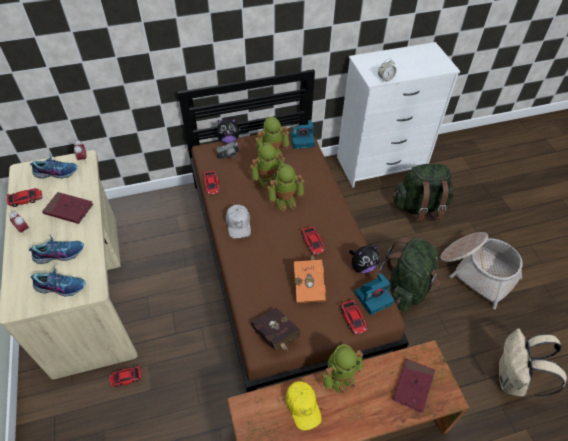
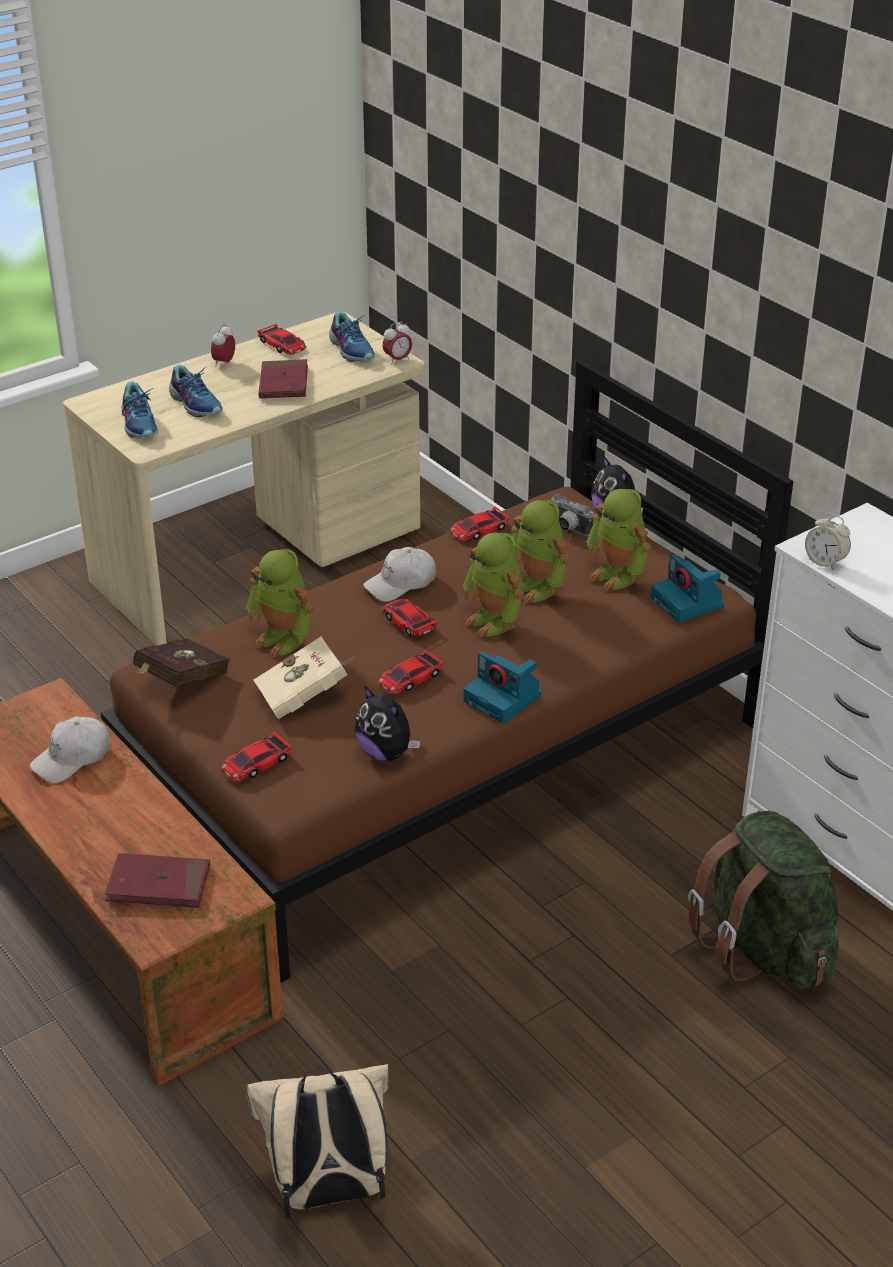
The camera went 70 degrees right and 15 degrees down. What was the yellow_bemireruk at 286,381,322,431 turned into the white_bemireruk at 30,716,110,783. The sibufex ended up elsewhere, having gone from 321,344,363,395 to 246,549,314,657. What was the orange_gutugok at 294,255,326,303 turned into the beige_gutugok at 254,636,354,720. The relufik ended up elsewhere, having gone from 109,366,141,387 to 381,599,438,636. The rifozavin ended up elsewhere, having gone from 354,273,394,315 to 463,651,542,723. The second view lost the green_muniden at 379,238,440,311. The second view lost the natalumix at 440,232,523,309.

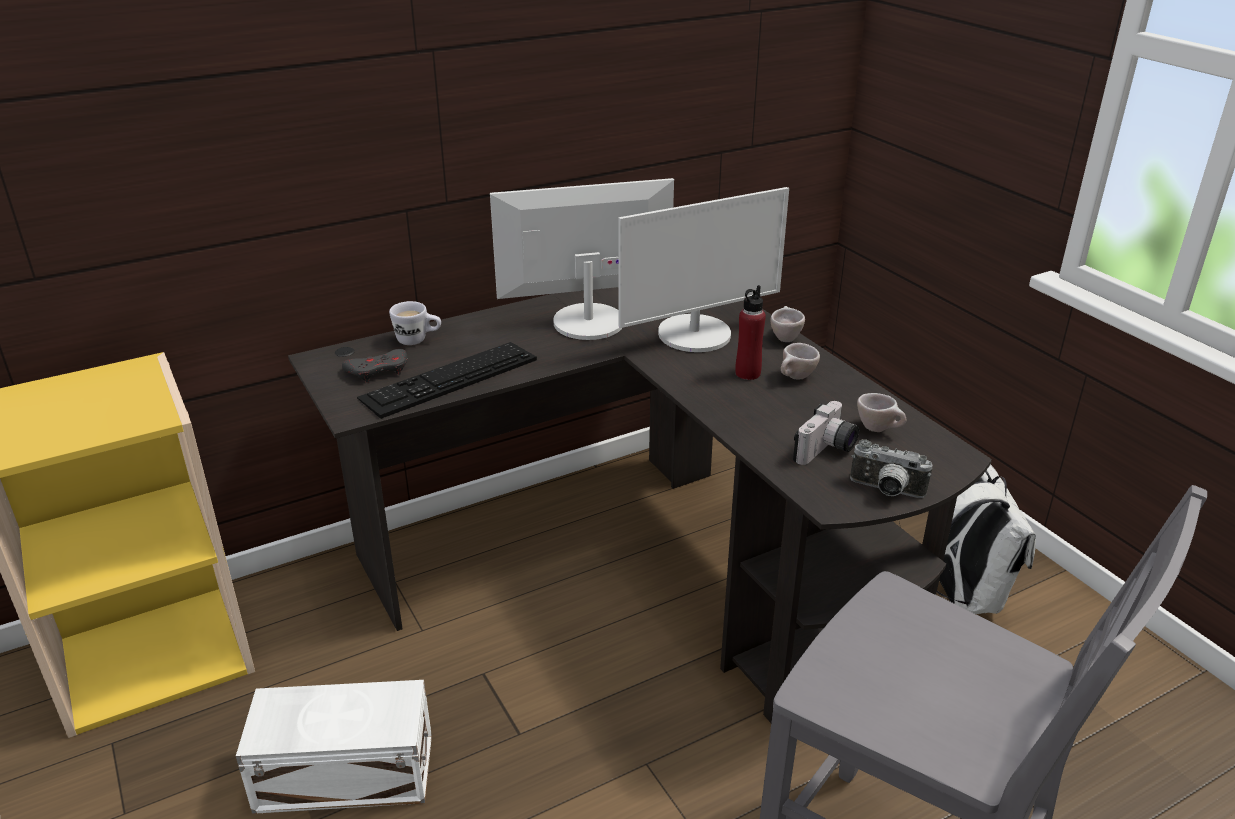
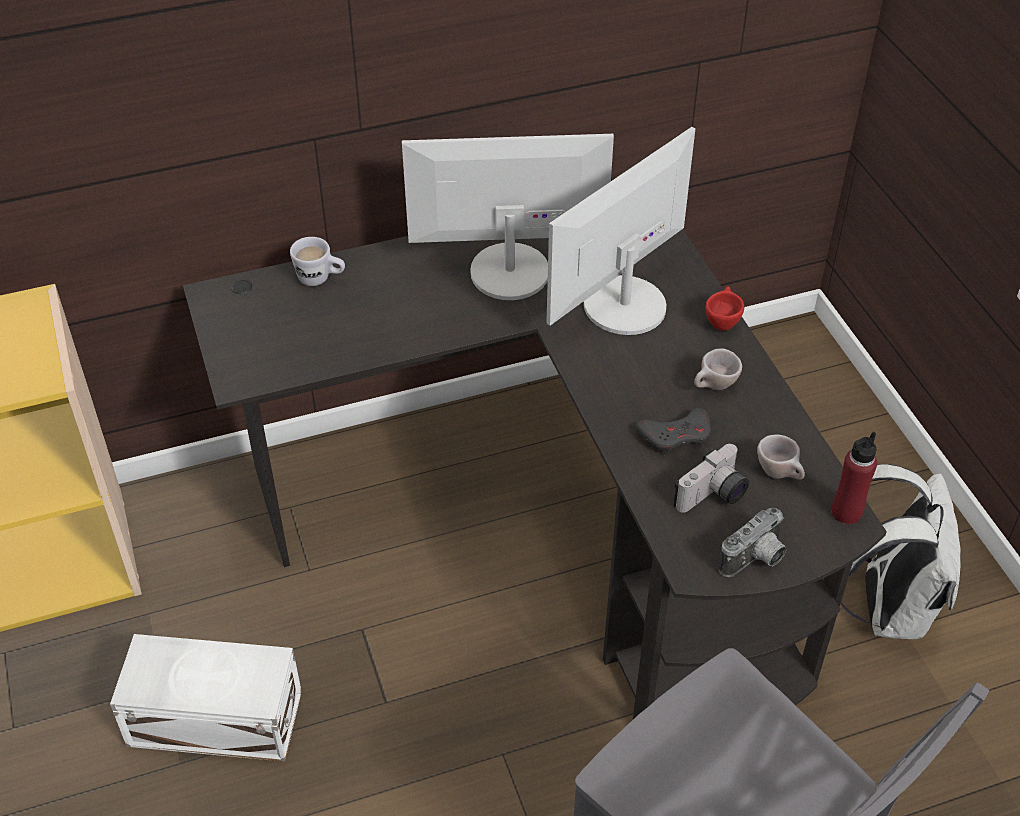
The camera went 10 degrees right and 15 degrees up. The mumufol at 619,187,789,352 ended up facing another way, 150 degrees clockwise from before. The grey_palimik ended up elsewhere, having gone from 342,349,407,383 to 635,408,711,455. What was the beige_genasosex at 771,306,805,342 turned into the red_genasosex at 705,286,744,331. The rifozavin at 850,439,933,498 ended up facing another way, 75 degrees counterclockwise from before. The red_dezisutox ended up elsewhere, having gone from 735,285,766,380 to 831,432,877,524. The second view lost the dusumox at 357,342,537,419.

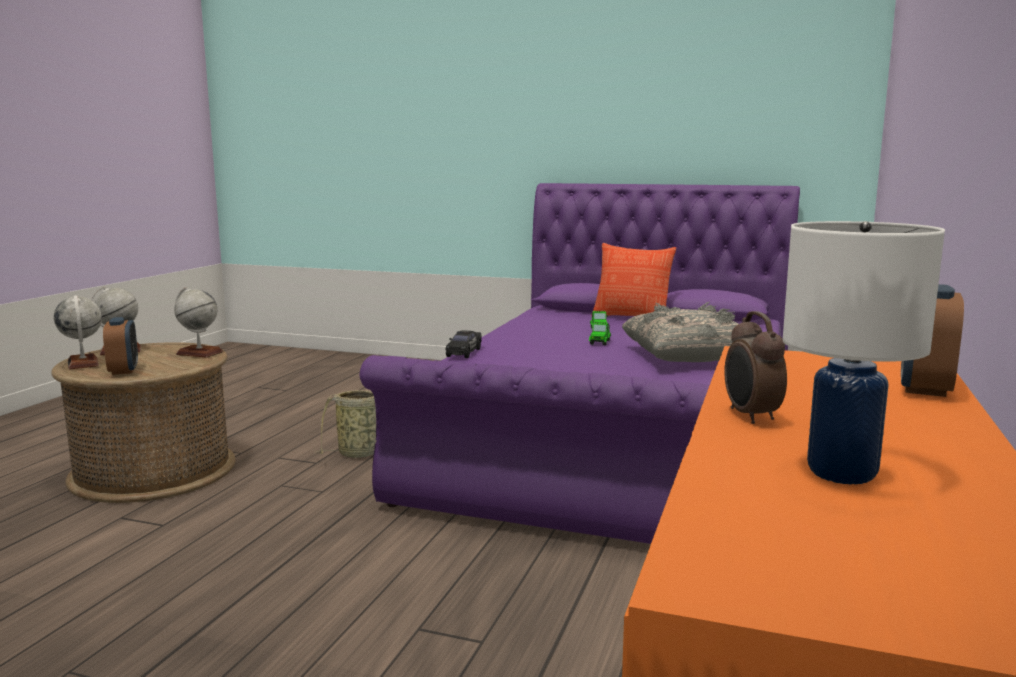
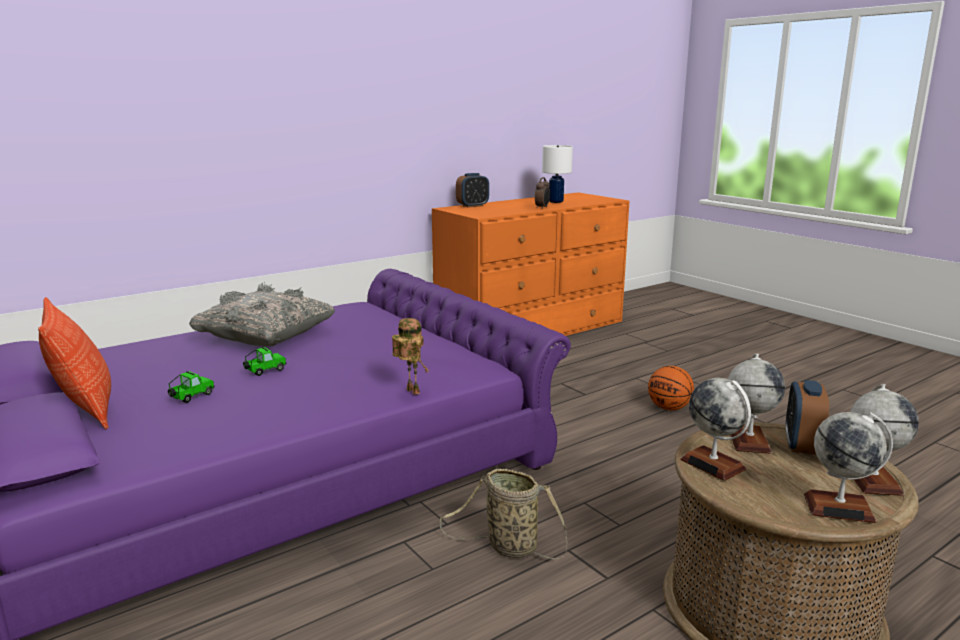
The camera went 145 degrees left and 5 degrees up. Where the black_relufik stood at 446,330,482,358, the sibufex came to stand at 392,318,429,395. The second view gained the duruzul at 648,366,694,410. The second view gained the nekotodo at 728,354,785,454.

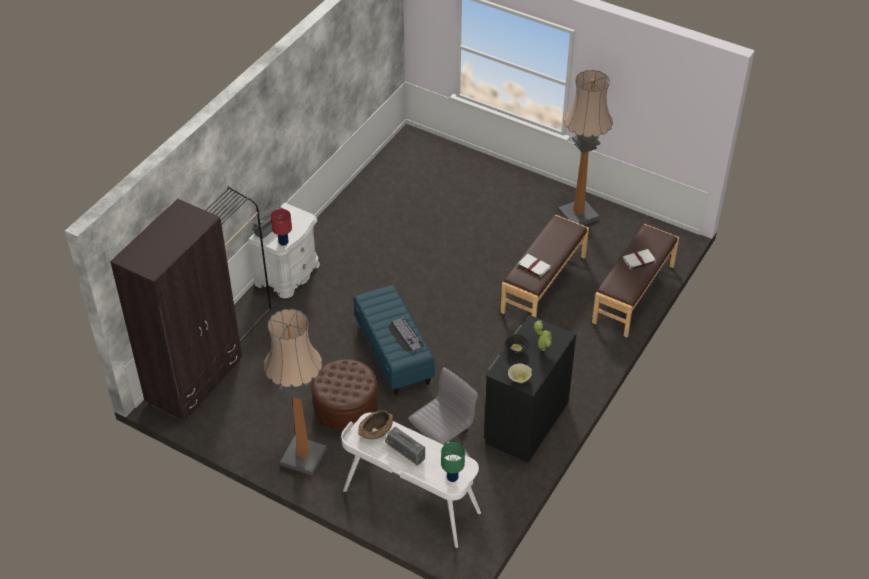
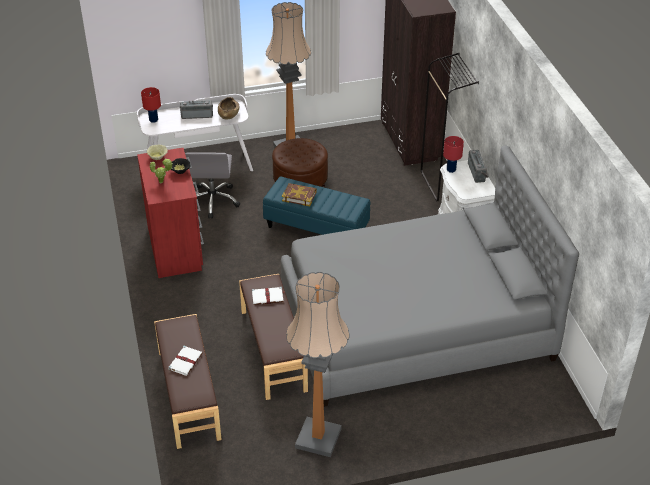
The camera went 135 degrees right and 5 degrees down. What was the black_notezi at 484,315,576,463 turned into the red_notezi at 137,148,204,278. What was the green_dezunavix at 441,442,465,482 turned into the red_dezunavix at 141,87,161,123. The second view gained the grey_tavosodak at 281,145,579,407. Where the dusumox stood at 389,317,425,353, the gutugok came to stand at 282,183,317,206.

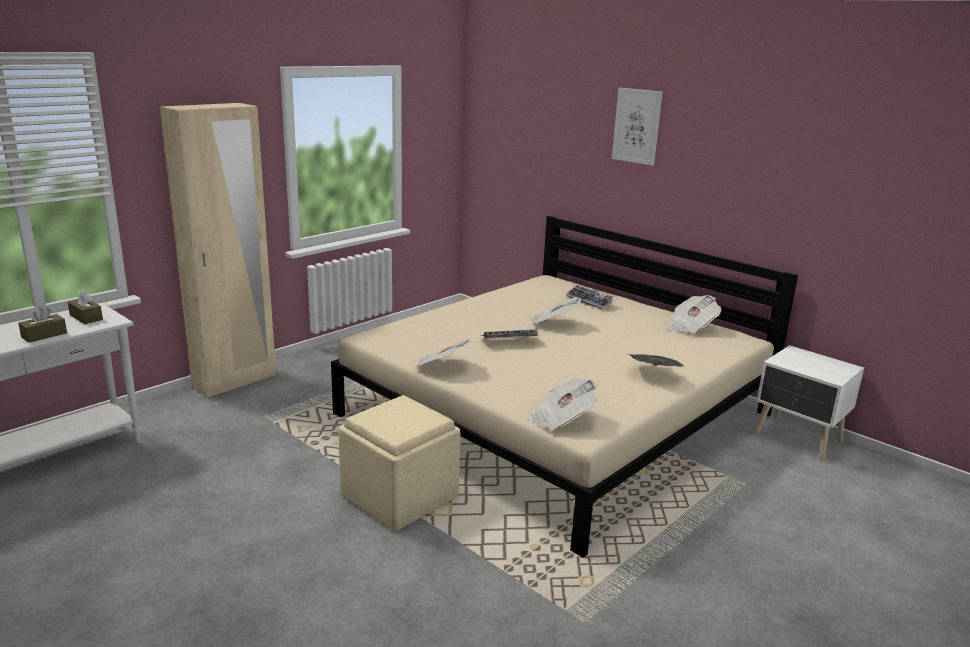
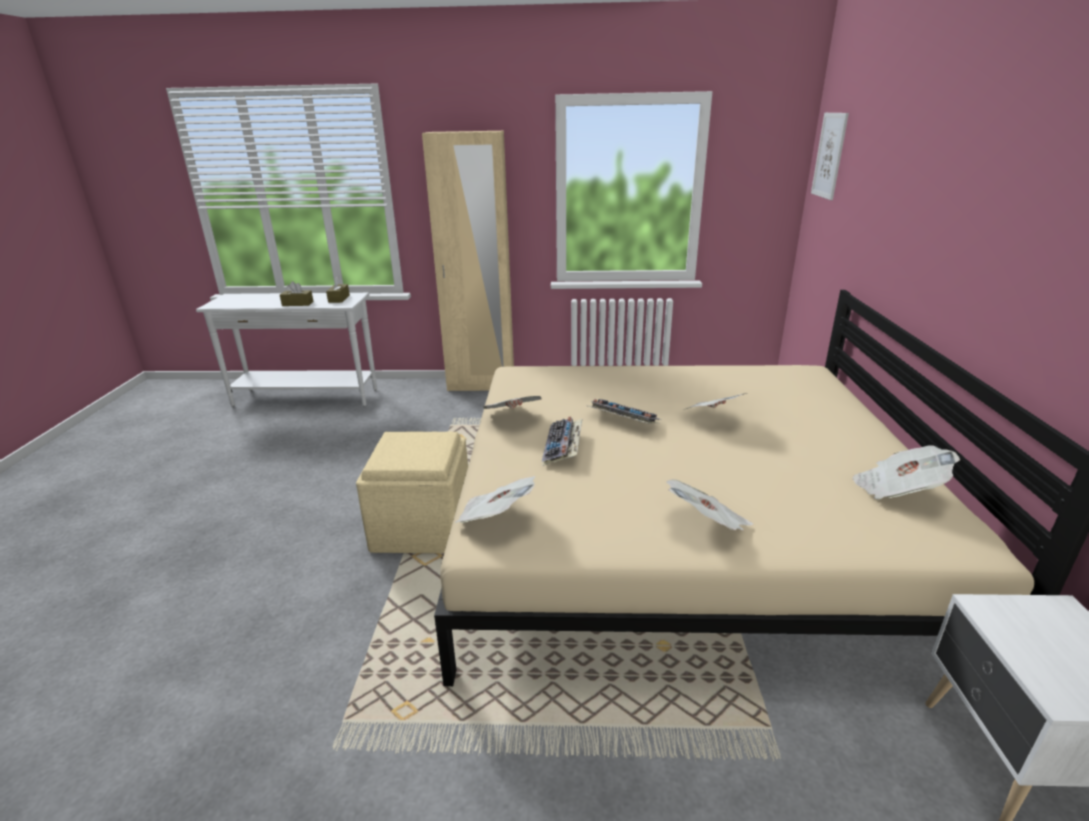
The camera went 50 degrees right and 5 degrees up. The dusumox ended up elsewhere, having gone from 565,285,617,311 to 542,417,582,466. The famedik ended up elsewhere, having gone from 612,88,662,166 to 811,113,849,200.

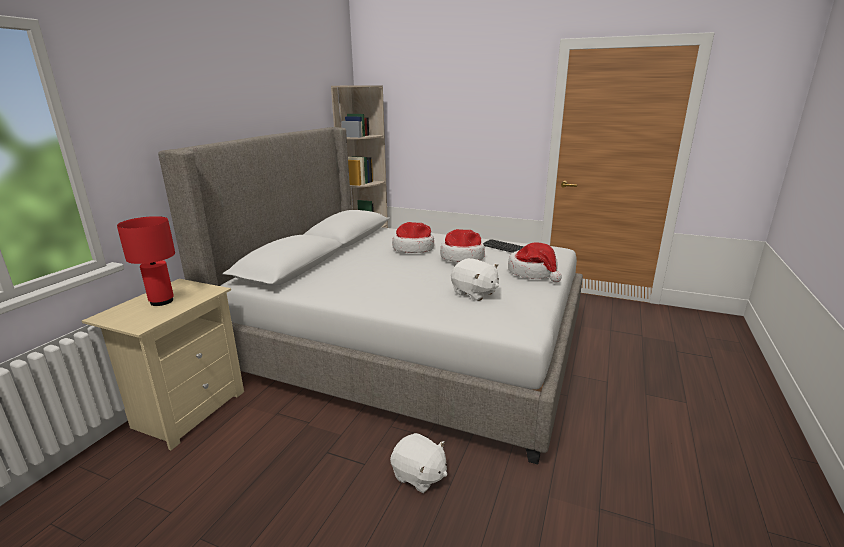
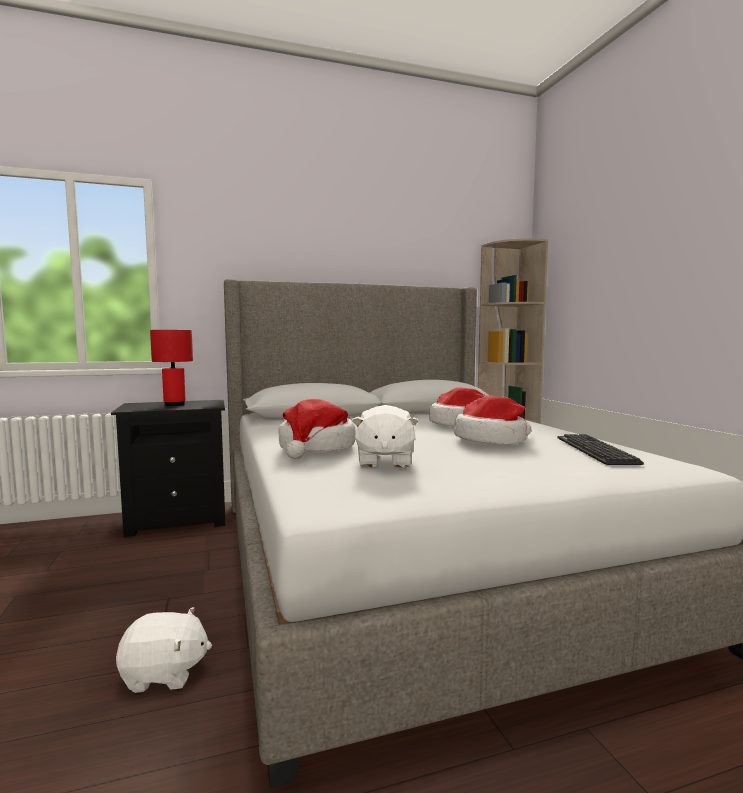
The camera went 50 degrees right and 15 degrees down. What was the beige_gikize at 82,279,244,450 turned into the black_gikize at 111,400,225,537. The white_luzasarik at 390,433,447,493 ended up facing another way, 90 degrees counterclockwise from before. The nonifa ended up elsewhere, having gone from 508,242,562,283 to 278,399,356,459.

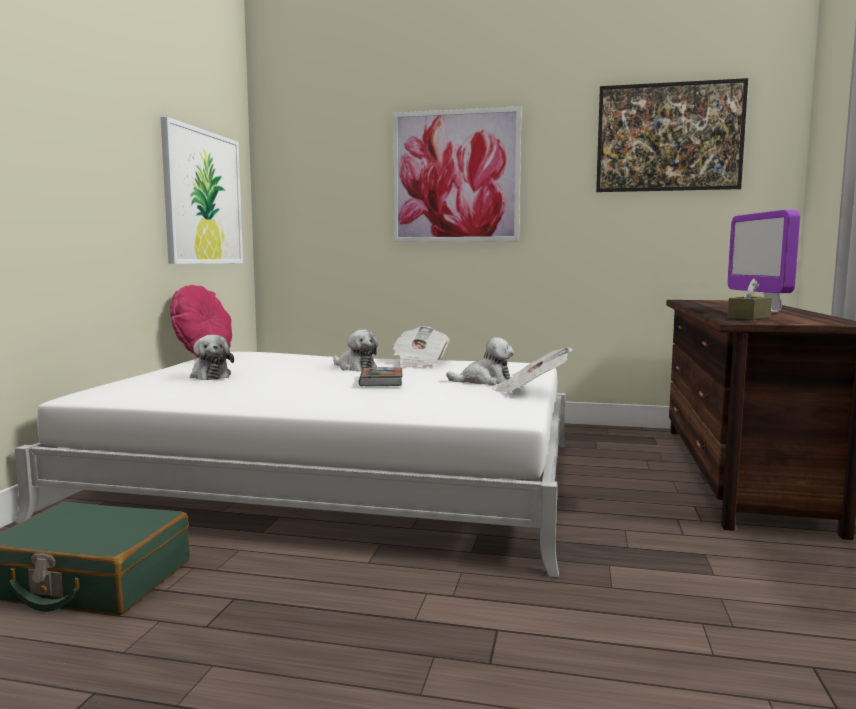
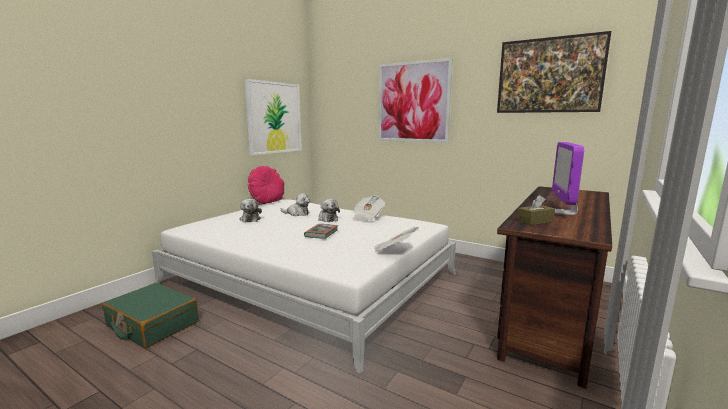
The camera went 20 degrees right and 5 degrees up. The luzasarik ended up elsewhere, having gone from 446,337,514,385 to 281,193,310,216.

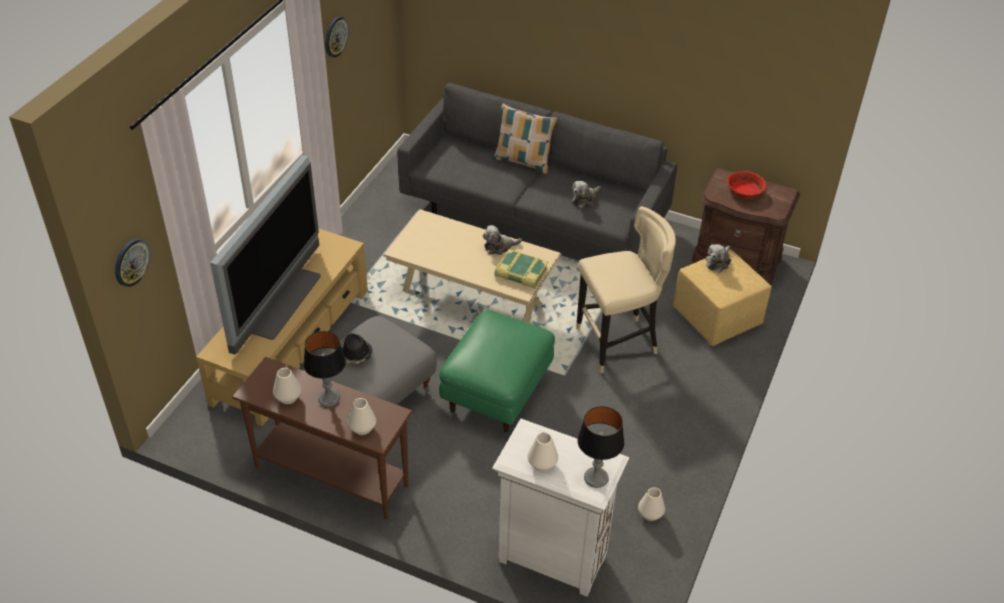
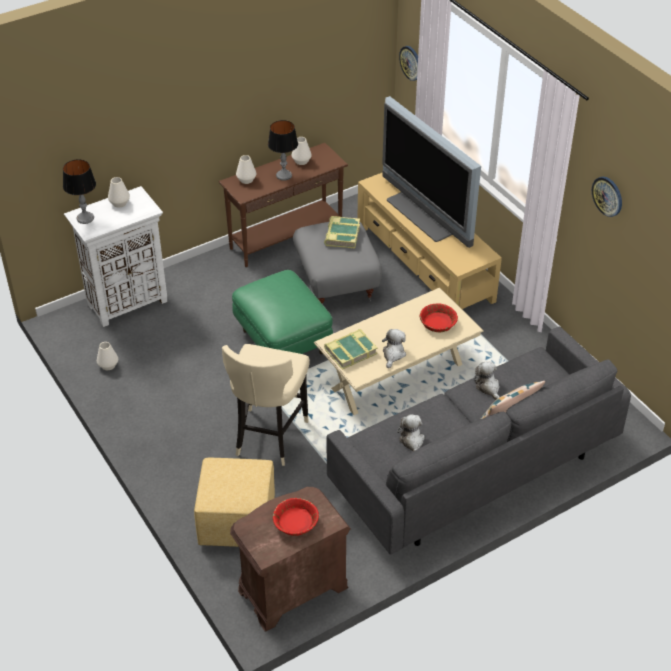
The camera went 125 degrees right and 0 degrees up. Where the black_nonifa stood at 342,334,373,363, the gutugok came to stand at 324,216,360,249. The second view gained the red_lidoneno at 420,303,458,332. The luzasarik ended up elsewhere, having gone from 706,244,731,273 to 474,361,500,400.

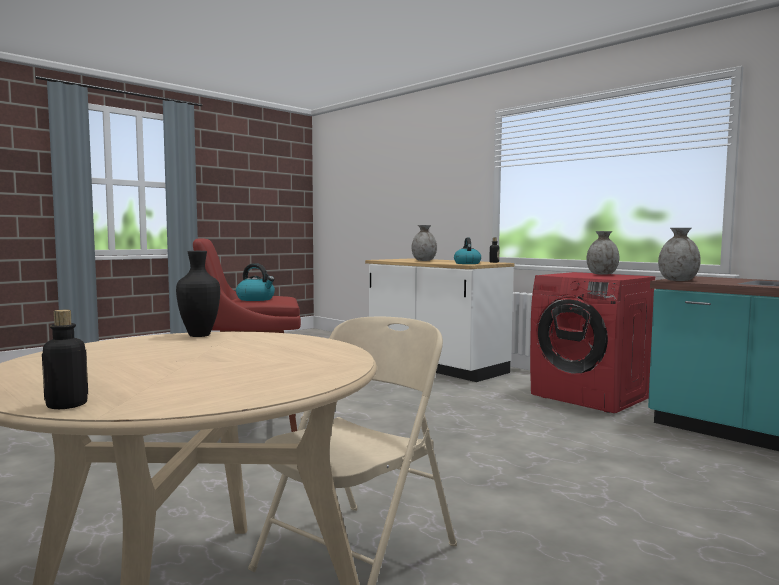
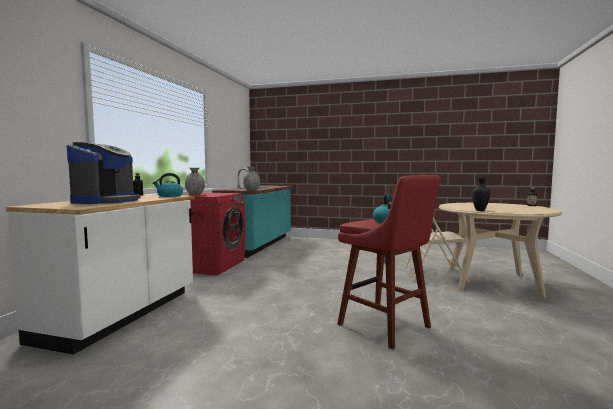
The camera went 120 degrees left and 0 degrees up. Where the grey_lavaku stood at 412,225,437,261, the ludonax came to stand at 67,142,140,204.

